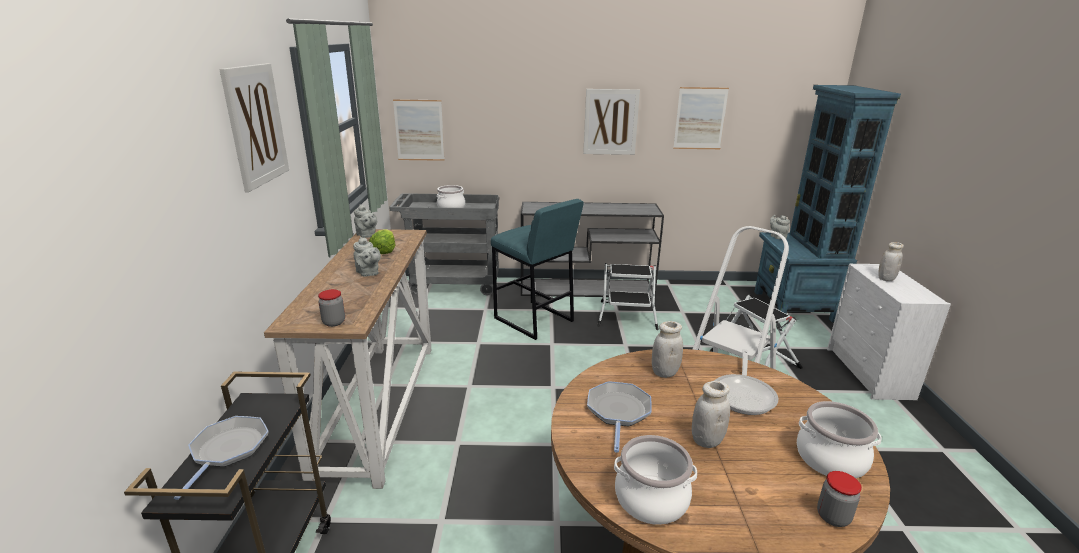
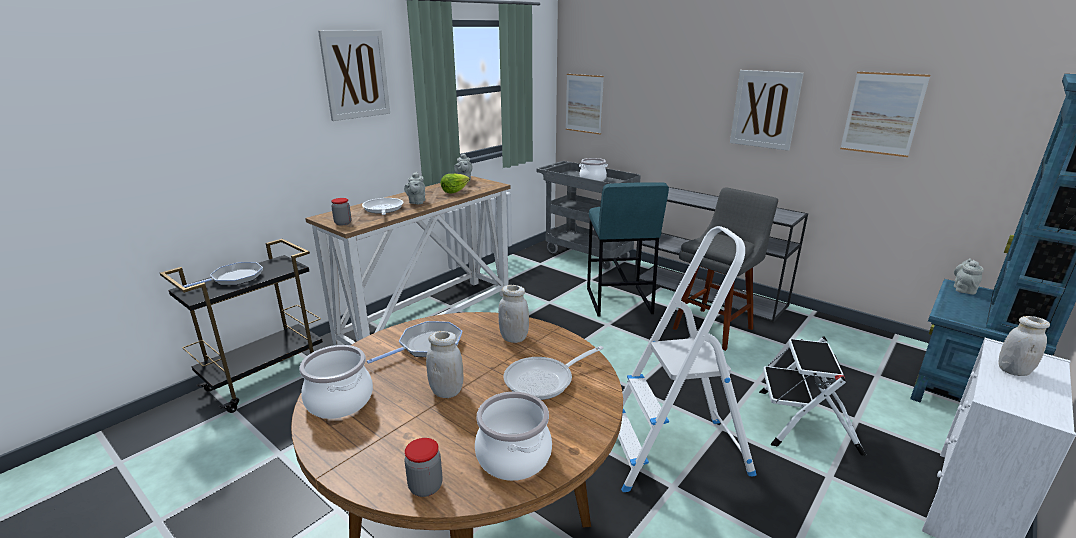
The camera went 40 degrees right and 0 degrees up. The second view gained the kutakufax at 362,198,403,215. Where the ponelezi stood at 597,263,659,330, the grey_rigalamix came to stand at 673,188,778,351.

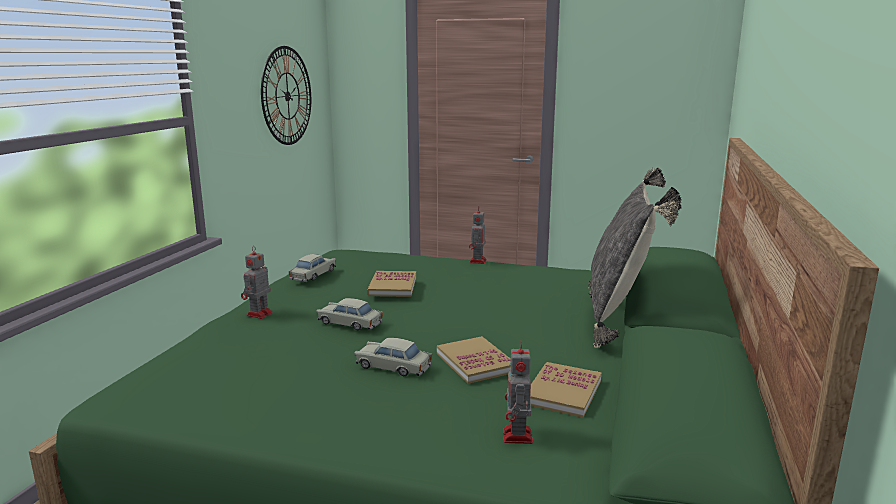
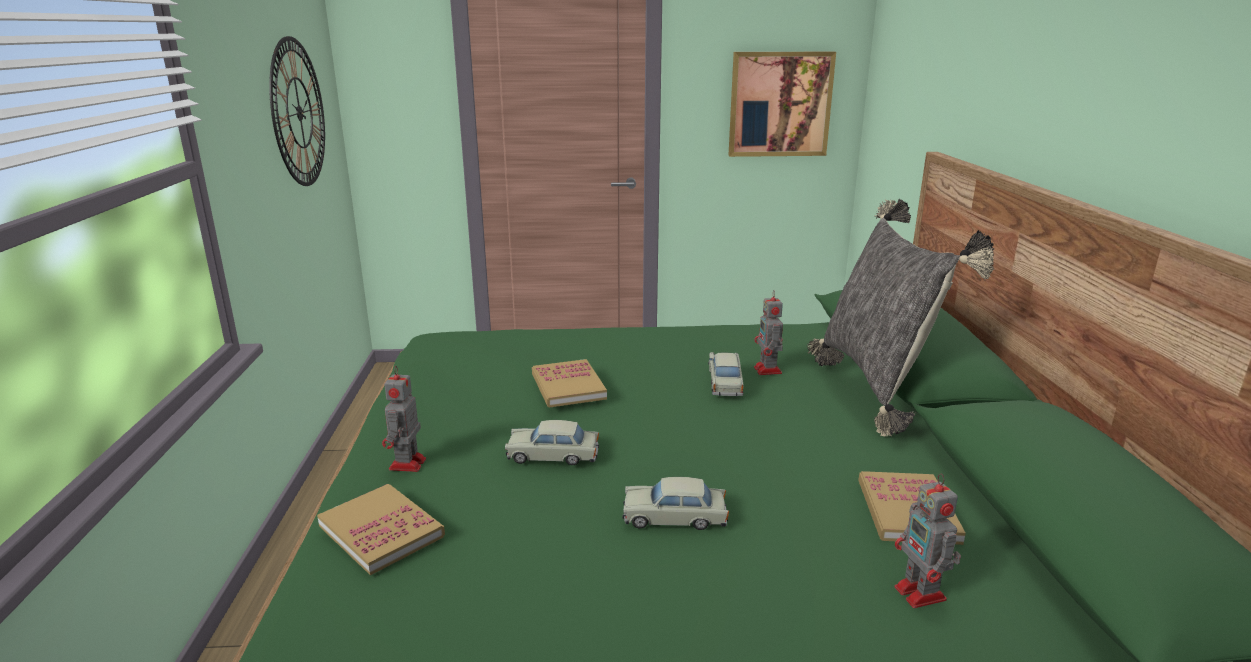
The camera went 20 degrees left and 5 degrees up. The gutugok ended up elsewhere, having gone from 437,336,511,384 to 317,484,445,575. The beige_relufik ended up elsewhere, having gone from 289,254,336,282 to 708,352,744,396. The second view gained the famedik at 728,52,836,157. The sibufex ended up elsewhere, having gone from 469,206,487,264 to 754,290,783,375.

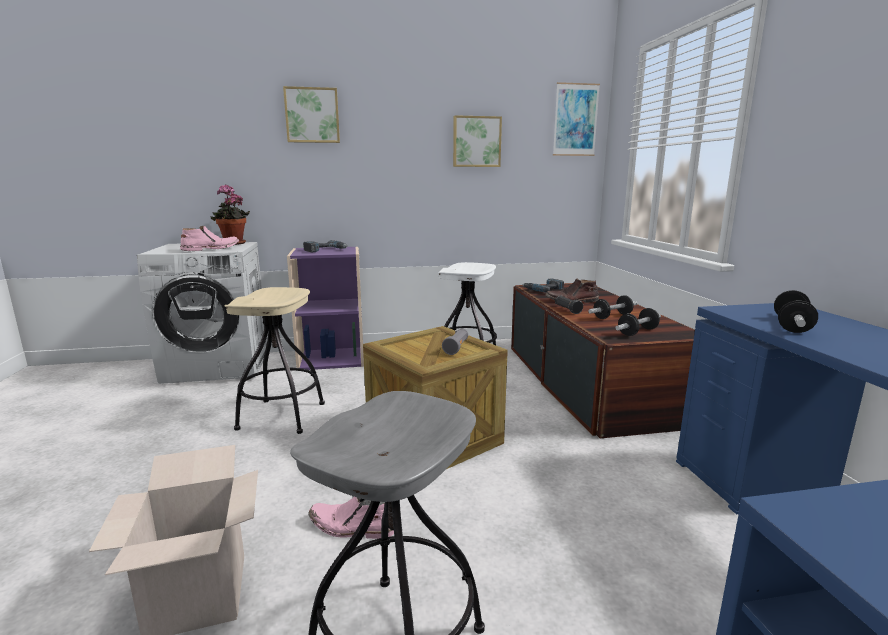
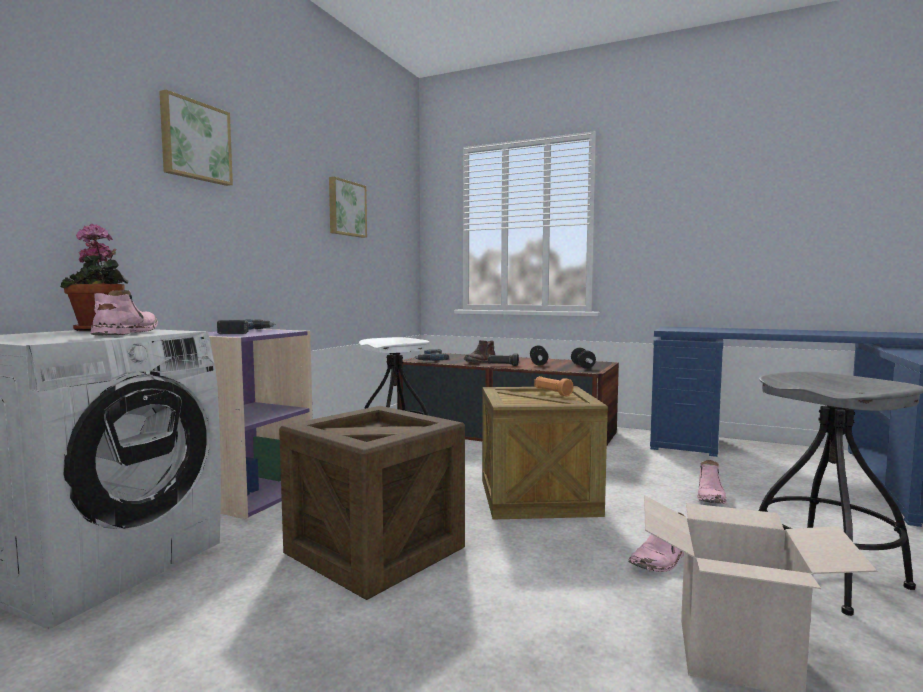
The camera went 55 degrees left and 10 degrees down. Where the beige_rigalamix stood at 224,287,325,434, the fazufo came to stand at 279,406,465,600. What was the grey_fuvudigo at 442,329,468,355 turned into the orange_fuvudigo at 534,376,573,396. The second view gained the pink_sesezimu at 697,460,727,504. The second view lost the famedik at 553,82,600,156. The second view lost the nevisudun at 774,290,818,333.

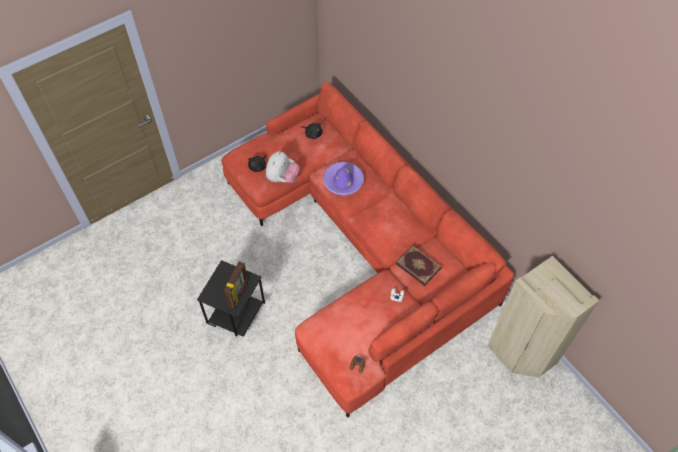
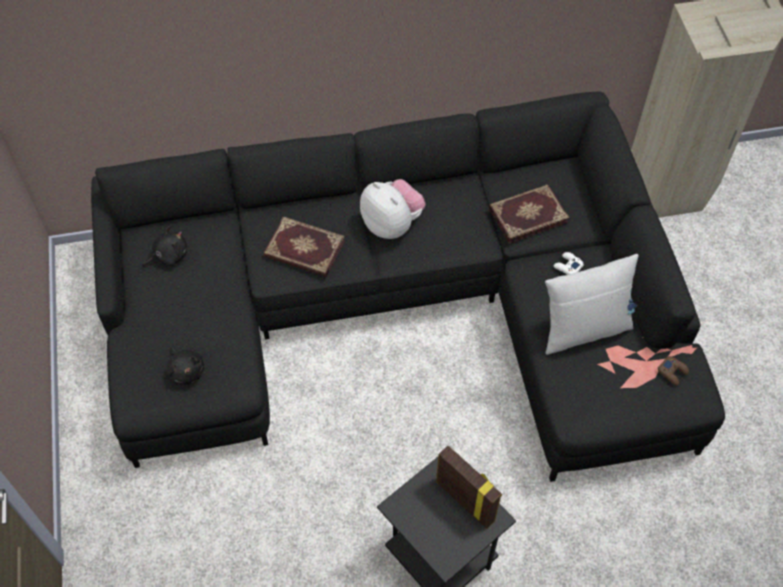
The camera went 65 degrees left and 0 degrees up. What was the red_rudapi at 221,81,514,418 turned into the black_rudapi at 91,92,725,482. Where the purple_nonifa stood at 323,162,364,195, the gutugok came to stand at 264,217,345,277. The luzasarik ended up elsewhere, having gone from 266,151,300,183 to 360,179,426,239. The second view gained the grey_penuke at 545,254,639,355.

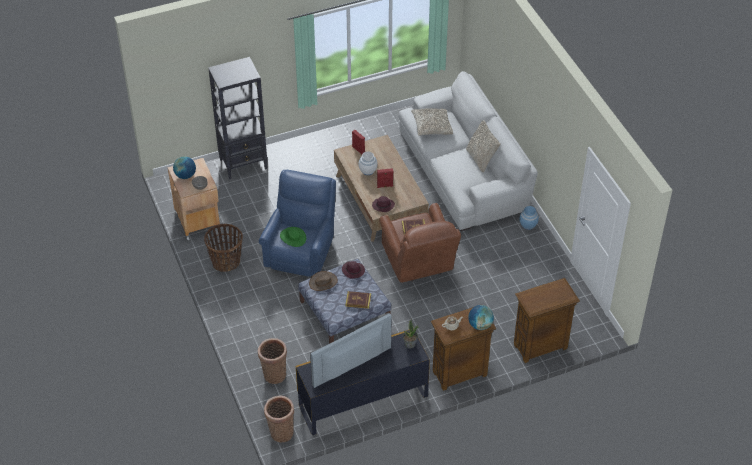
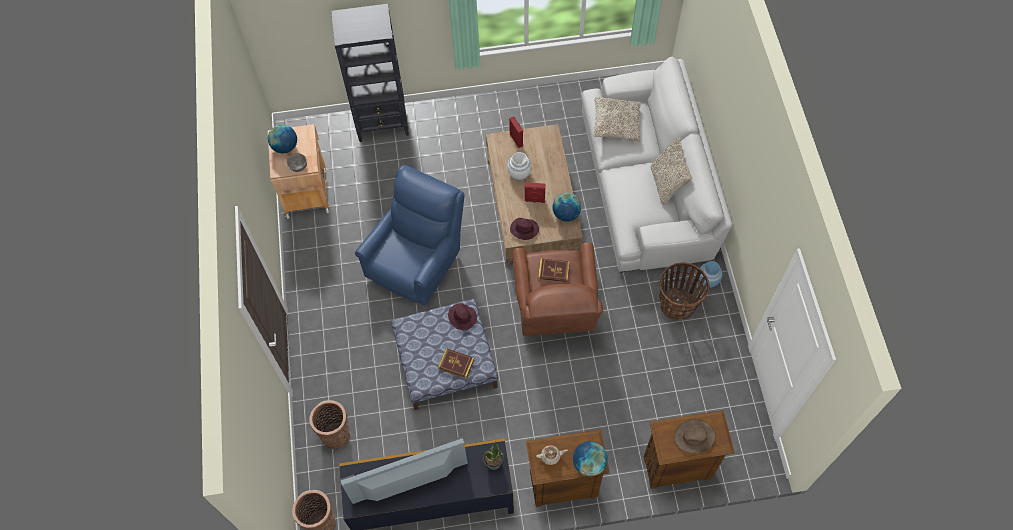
The camera went 15 degrees right and 15 degrees up. The second view gained the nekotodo at 552,193,581,222. The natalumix ended up elsewhere, having gone from 204,224,243,272 to 659,262,710,320. The brown_nonifa ended up elsewhere, having gone from 309,271,338,291 to 674,419,716,454. The second view lost the green_nonifa at 280,227,306,247.

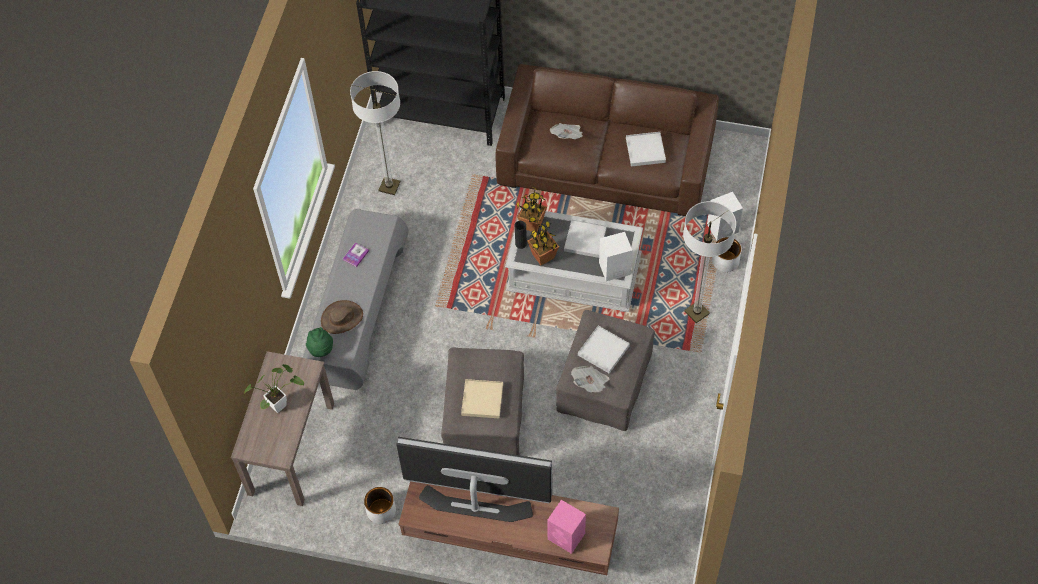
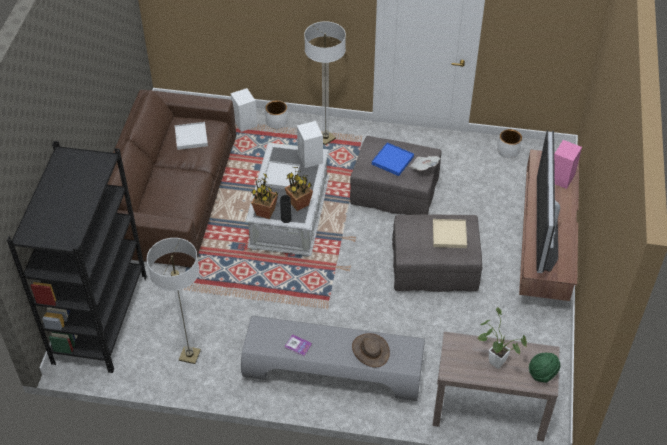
The camera went 95 degrees left and 10 degrees down. What was the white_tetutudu at 578,326,630,374 turned into the blue_tetutudu at 372,143,414,176. The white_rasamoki ended up elsewhere, having gone from 364,487,396,524 to 497,129,522,158. The green_nonifa ended up elsewhere, having gone from 306,327,333,357 to 529,353,560,383. The second view lost the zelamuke at 550,123,583,139.

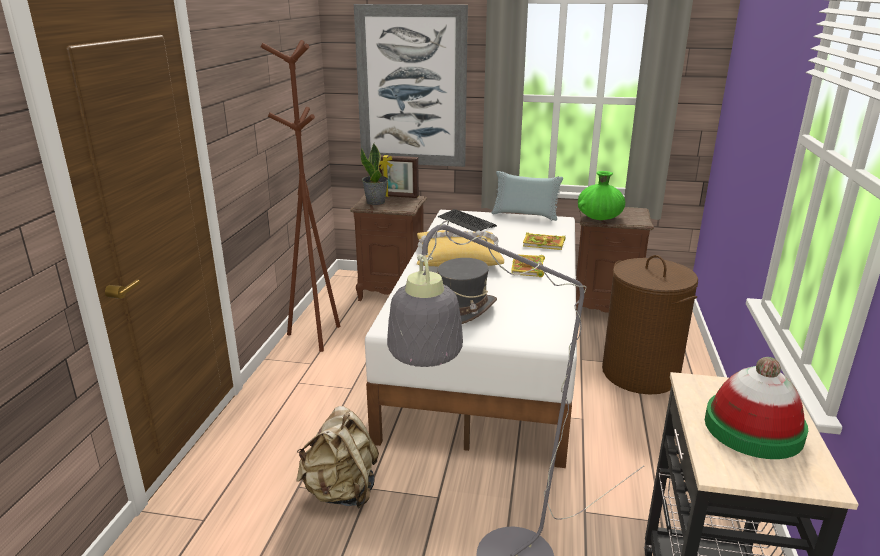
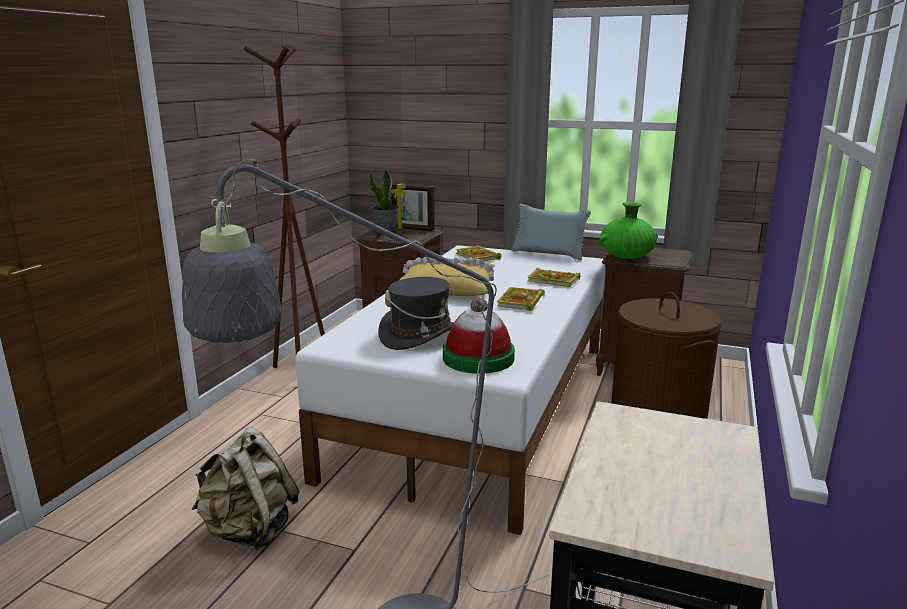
The camera went 10 degrees right and 5 degrees down. The nonifa ended up elsewhere, having gone from 705,357,808,459 to 443,297,515,374. Where the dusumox stood at 438,209,497,232, the gutugok came to stand at 456,245,501,261. The second view lost the famedik at 354,4,468,167.

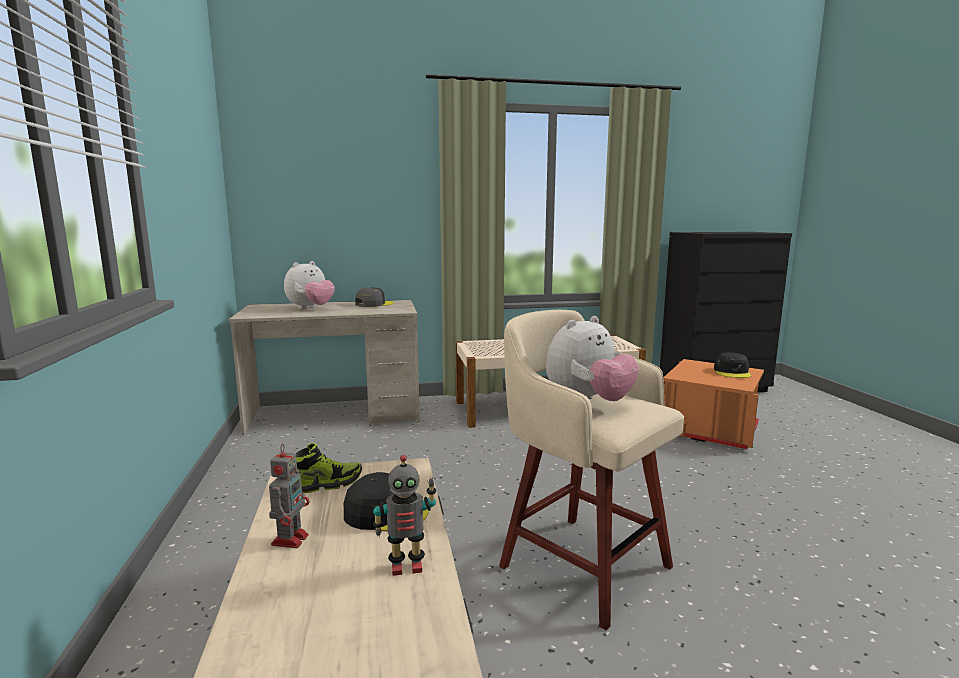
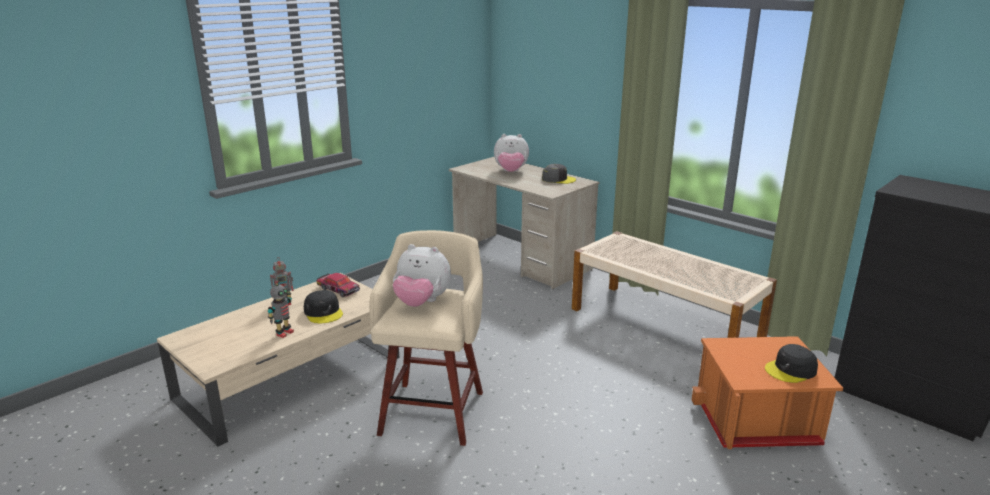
The camera went 55 degrees right and 10 degrees up. The sibufex at 373,455,436,576 ended up facing another way, 105 degrees counterclockwise from before. Where the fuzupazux stood at 296,443,362,493, the relufik came to stand at 317,273,360,297.

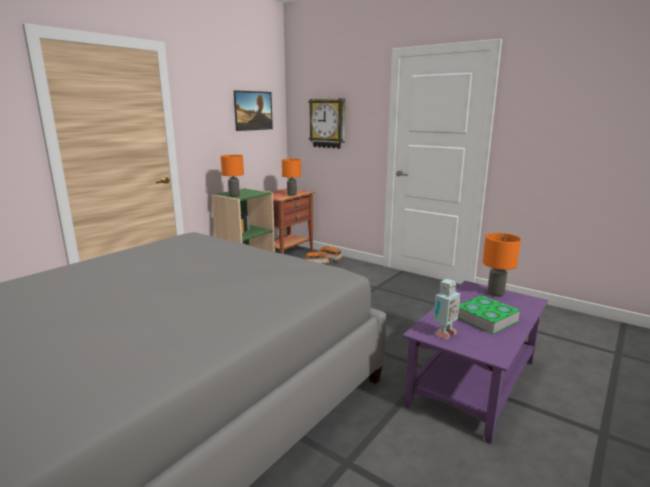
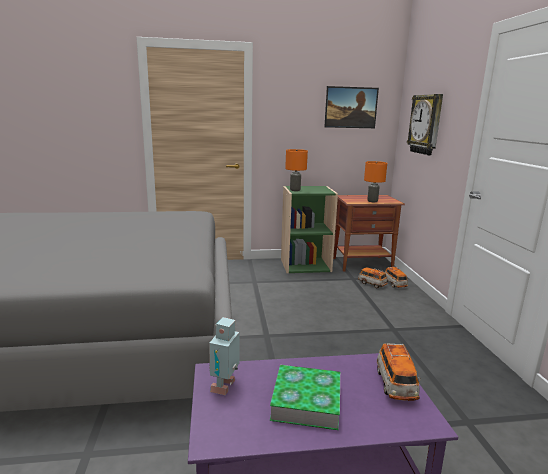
The camera went 45 degrees right and 0 degrees up. The sibufex at 433,279,461,340 ended up facing another way, 105 degrees clockwise from before. Where the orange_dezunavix stood at 483,233,521,297, the relufik came to stand at 377,343,421,401.

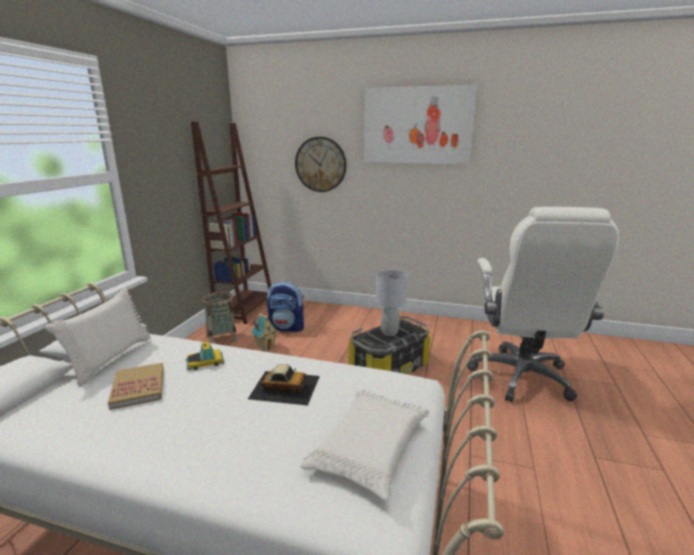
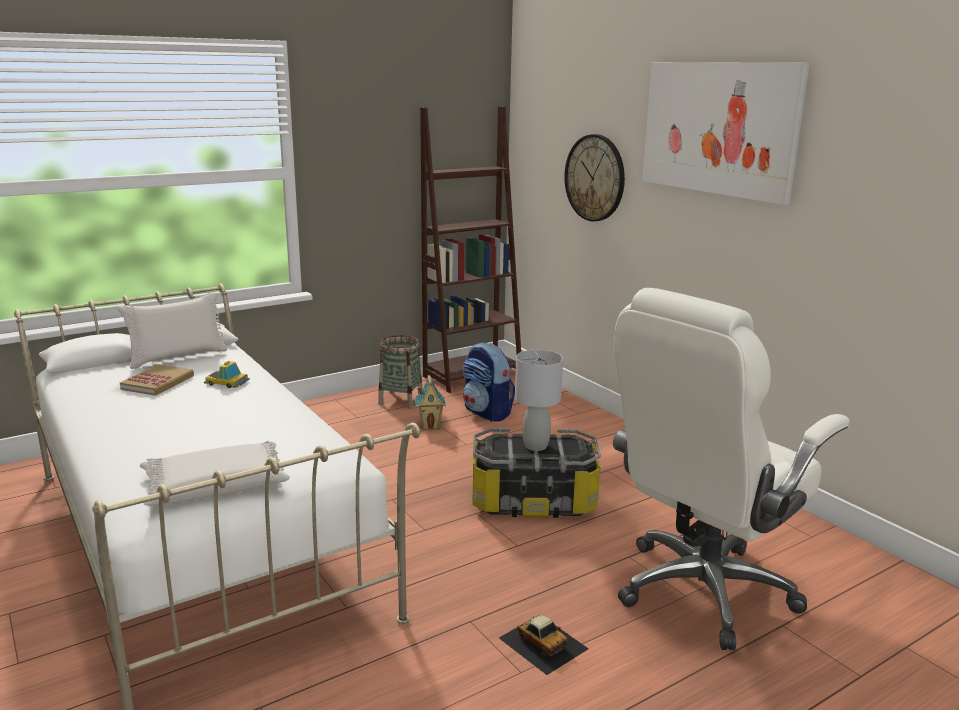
The camera went 40 degrees right and 0 degrees up. The relufik ended up elsewhere, having gone from 248,364,320,406 to 499,615,589,675.

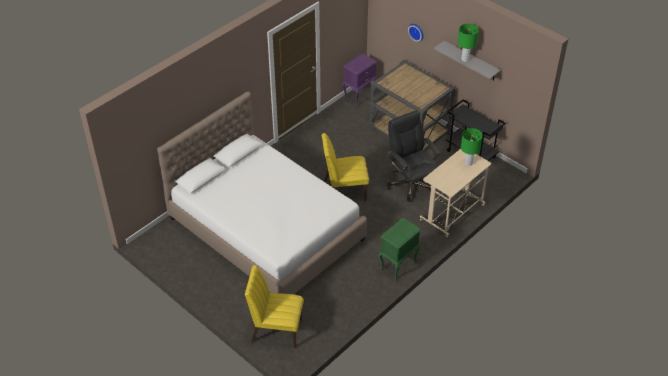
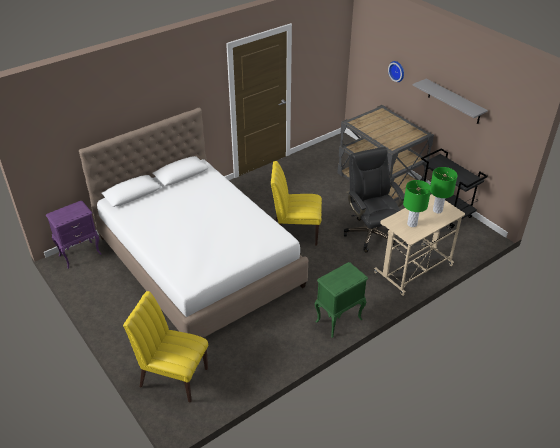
The camera went 10 degrees right and 5 degrees down. The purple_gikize ended up elsewhere, having gone from 342,53,377,107 to 46,201,101,269. The green_dezunavix ended up elsewhere, having gone from 458,23,479,62 to 403,180,431,227.

